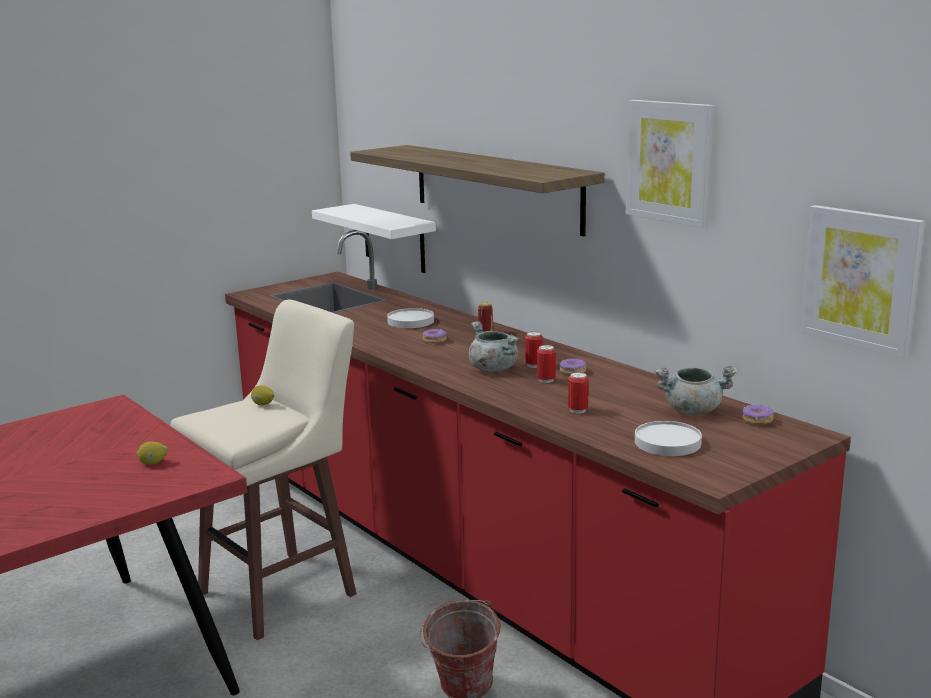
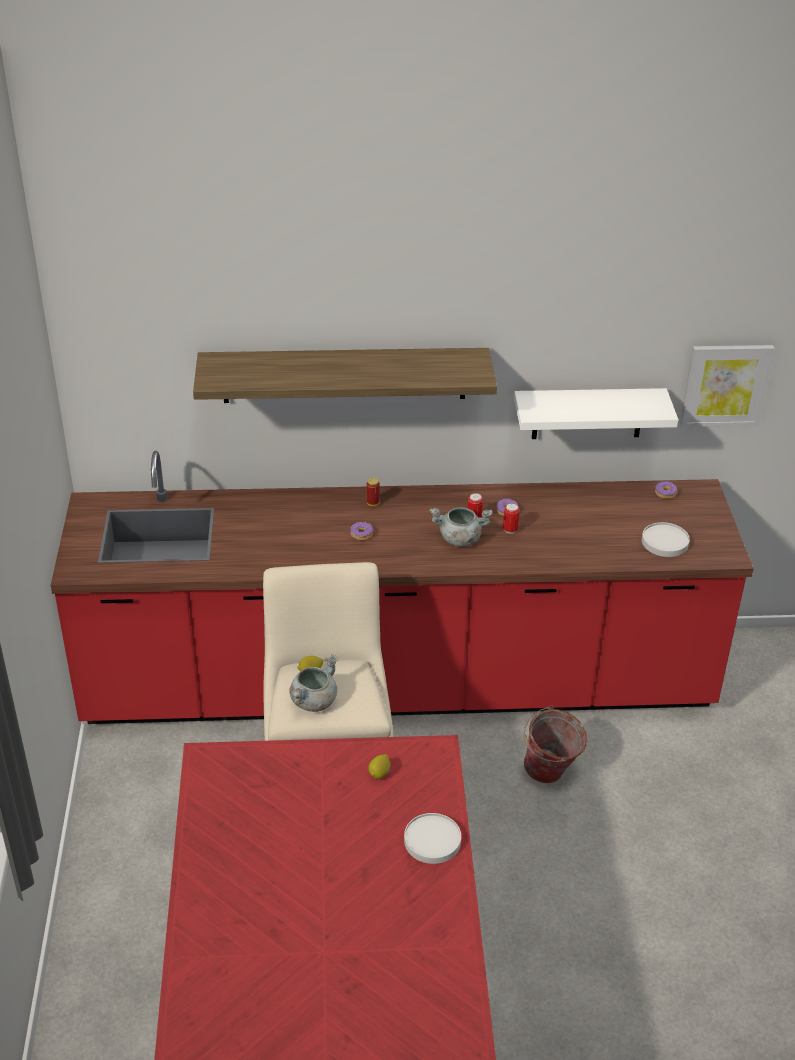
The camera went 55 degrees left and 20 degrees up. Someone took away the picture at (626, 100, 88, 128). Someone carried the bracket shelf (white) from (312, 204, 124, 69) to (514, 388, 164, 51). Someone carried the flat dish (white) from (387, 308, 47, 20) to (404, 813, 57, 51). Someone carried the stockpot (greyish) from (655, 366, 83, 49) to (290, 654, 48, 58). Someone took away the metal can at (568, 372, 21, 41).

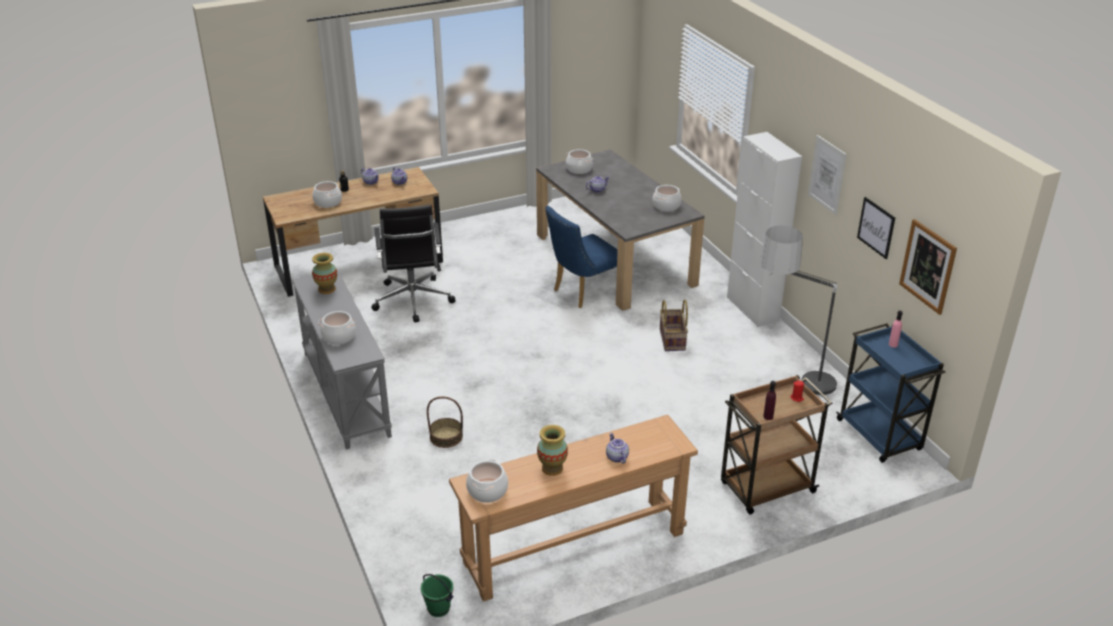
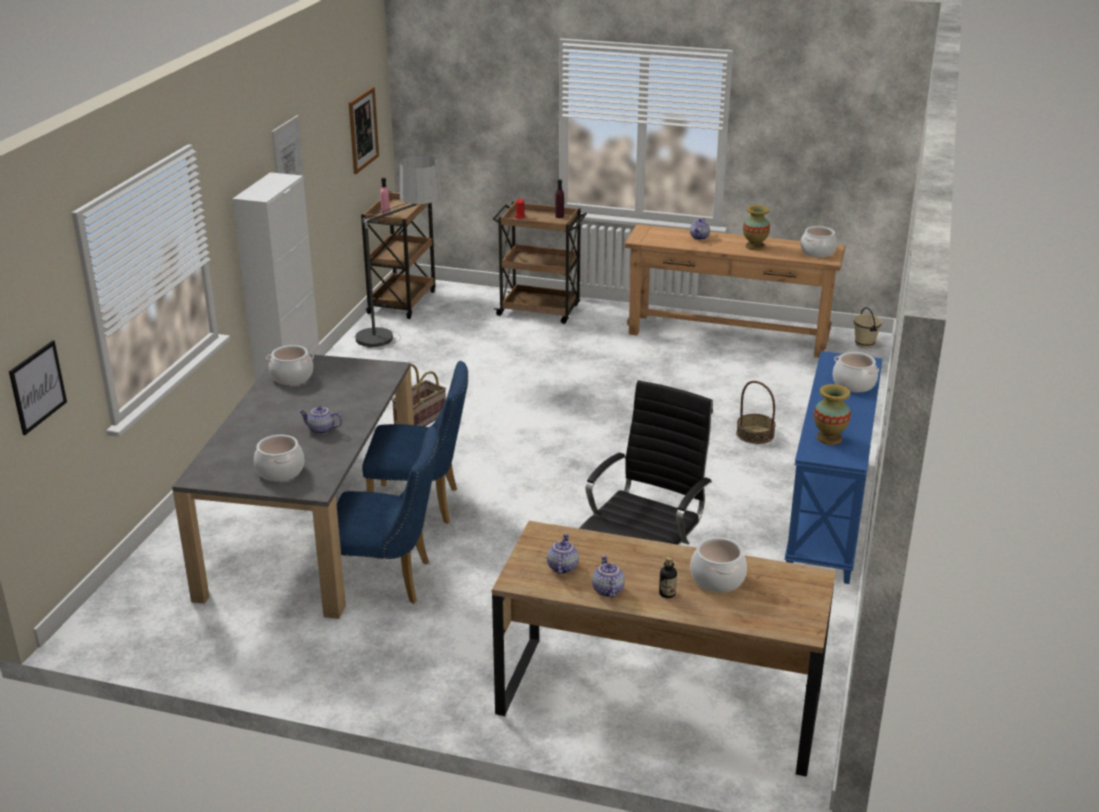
The camera went 140 degrees left and 5 degrees down. Someone carried the picture from (857, 197, 38, 62) to (9, 340, 58, 95). Someone repainted the hall table (greyish) at (292, 270, 100, 180), which became the hall table (blue-coloured) at (784, 351, 99, 233). Someone repainted the cart (blue-coloured) at (836, 323, 110, 140), which became the cart (brownish) at (361, 191, 75, 128). Someone repainted the bucket (greenish) at (421, 574, 33, 43), which became the bucket (beige-coloured) at (854, 307, 28, 41). Someone put down the upright chair (blue-coloured) at (336, 426, 103, 177).

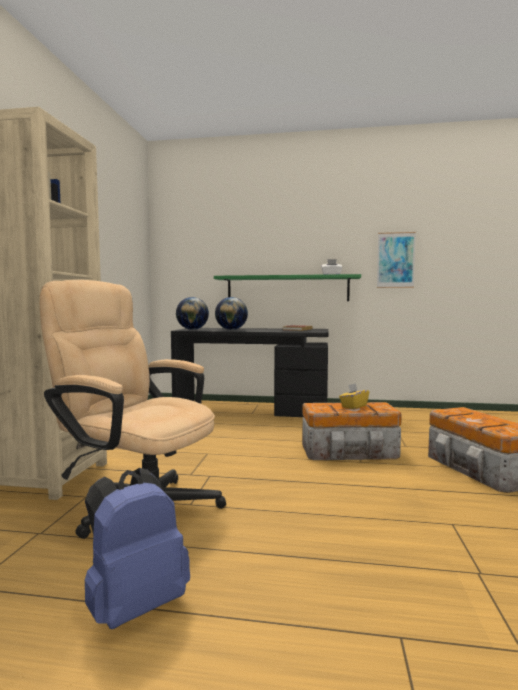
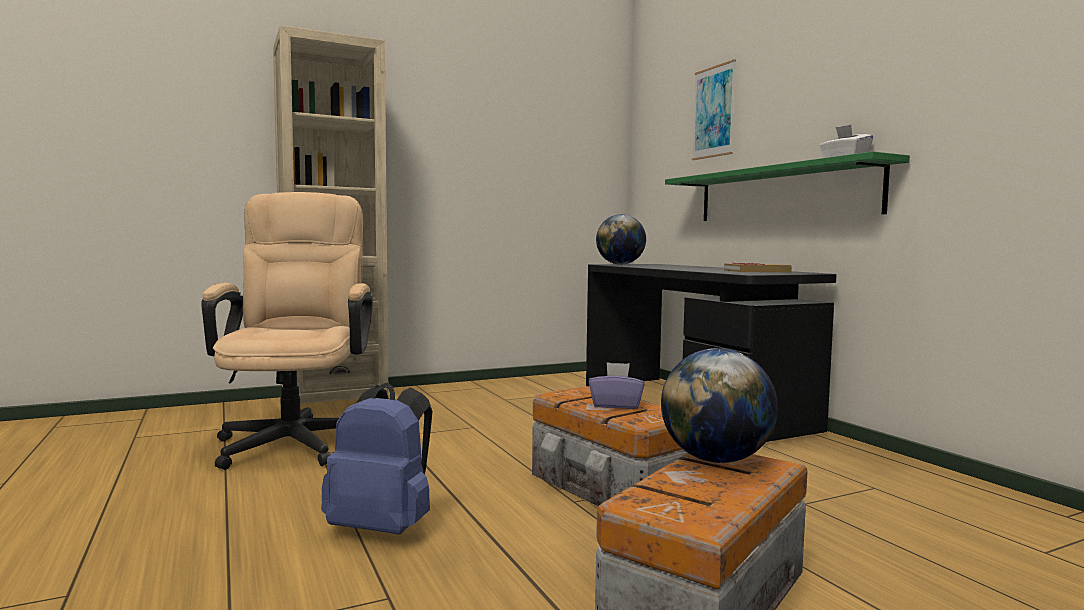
The camera went 55 degrees right and 0 degrees up. Someone carried the picture from (377, 232, 39, 56) to (692, 59, 44, 101). Someone carried the globe from (215, 297, 33, 33) to (661, 348, 117, 115). Someone repainted the tissue holder (yellow-coloured) at (339, 383, 30, 26), which became the tissue holder (purple) at (589, 362, 56, 47). Someone carried the rucksack (blue-coloured) from (85, 468, 105, 161) to (321, 383, 111, 151).

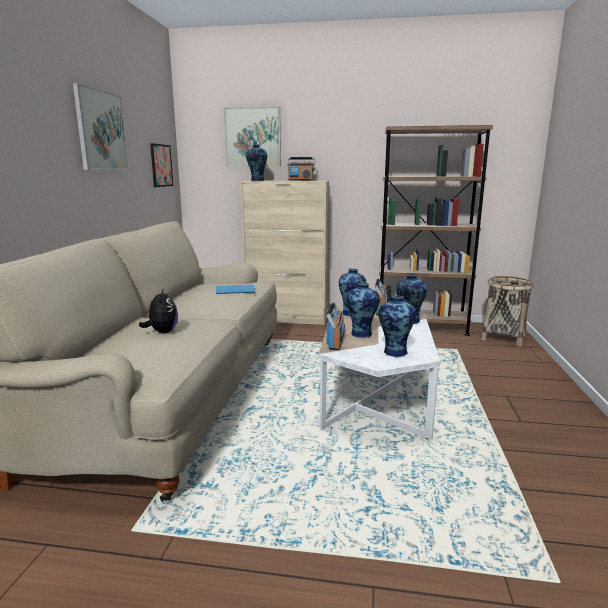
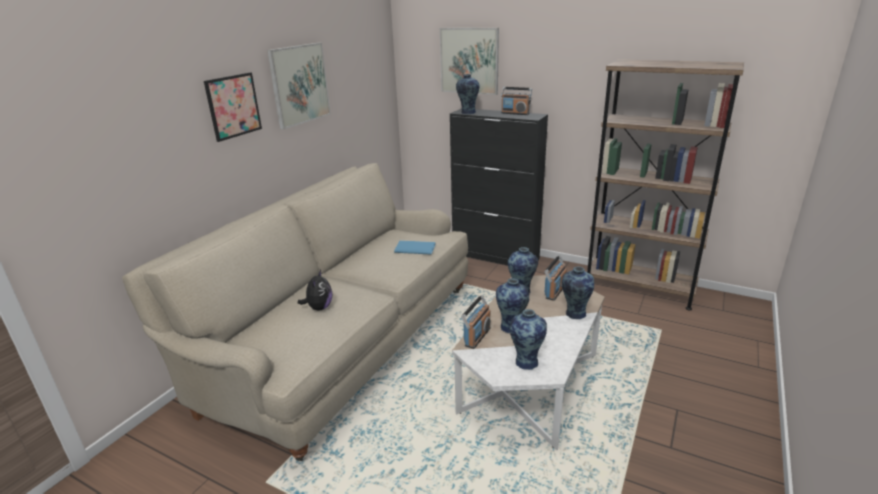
The camera went 20 degrees right and 10 degrees up. Someone carried the picture from (150, 143, 23, 44) to (204, 73, 58, 69). Someone repainted the cabinet (beige-coloured) at (241, 181, 88, 144), which became the cabinet (blackish) at (450, 108, 98, 157). Someone took away the basket at (481, 276, 53, 70).

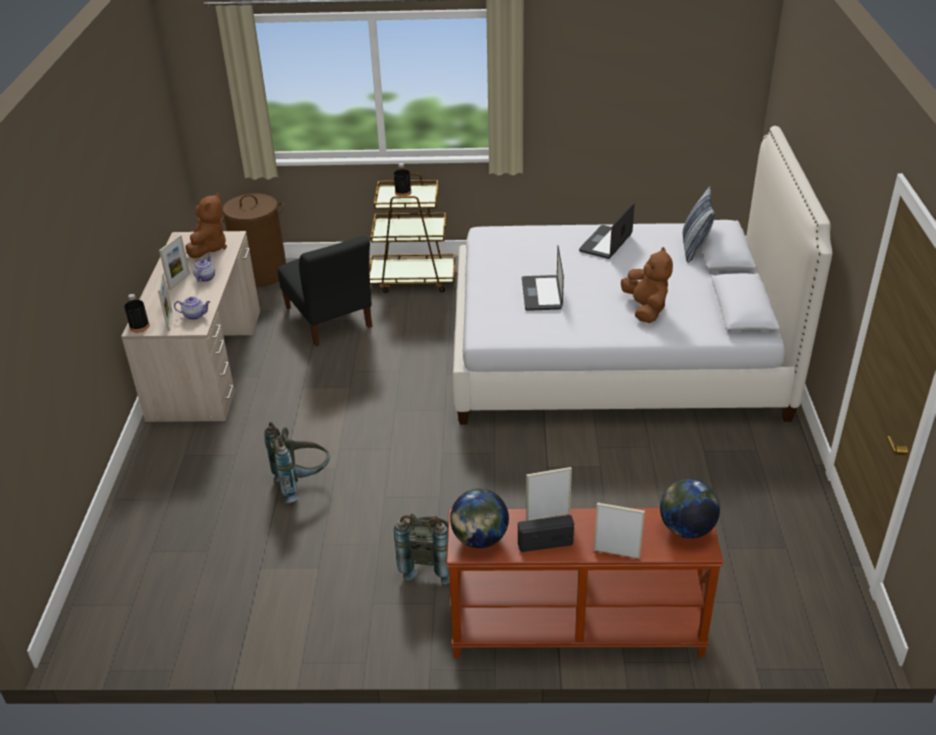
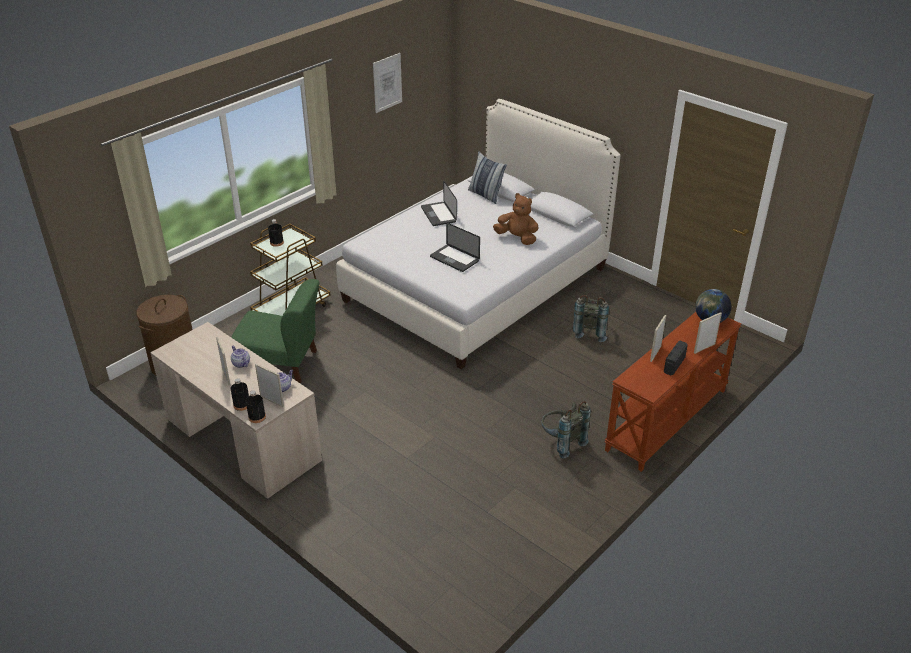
The camera went 50 degrees left and 0 degrees up. Someone took away the plush toy (brownish) at (186, 193, 41, 65). Someone repainted the upright chair (blackish) at (278, 236, 95, 110), which became the upright chair (greenish) at (231, 279, 88, 104). Someone carried the rucksack (greyish) from (264, 422, 66, 81) to (573, 295, 36, 47). Someone took away the globe at (450, 489, 59, 59). Someone put up the picture at (373, 53, 29, 60). Someone put down the drink bottle (blackish) at (230, 378, 19, 33).

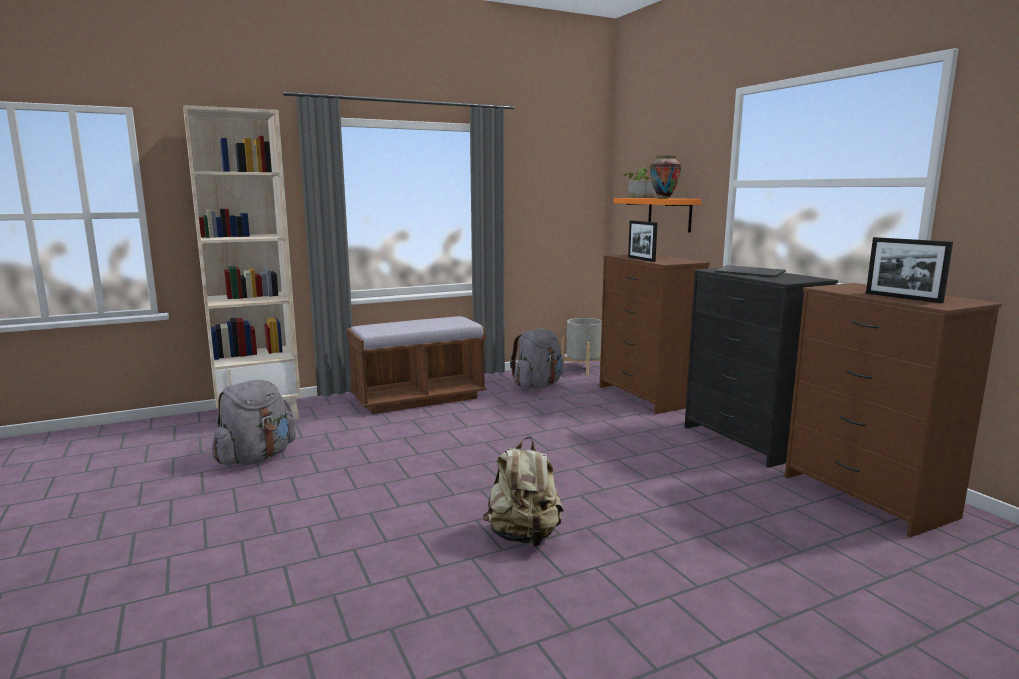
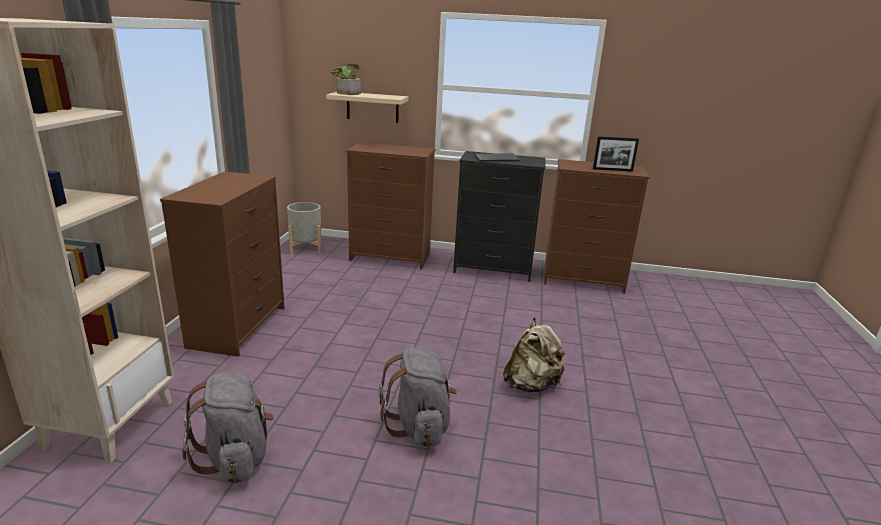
The camera went 55 degrees left and 10 degrees up. Someone took away the flower vase at (650, 155, 31, 43). Someone repainted the bracket shelf (orange) at (613, 198, 88, 34), which became the bracket shelf (beige-coloured) at (326, 92, 82, 31). Someone took away the photo frame at (628, 221, 30, 41). Someone swapped the bench (brownish) at (346, 316, 141, 98) for the dresser (brownish) at (160, 171, 125, 186). Someone carried the rucksack (greyish) from (510, 329, 54, 60) to (379, 347, 78, 100).

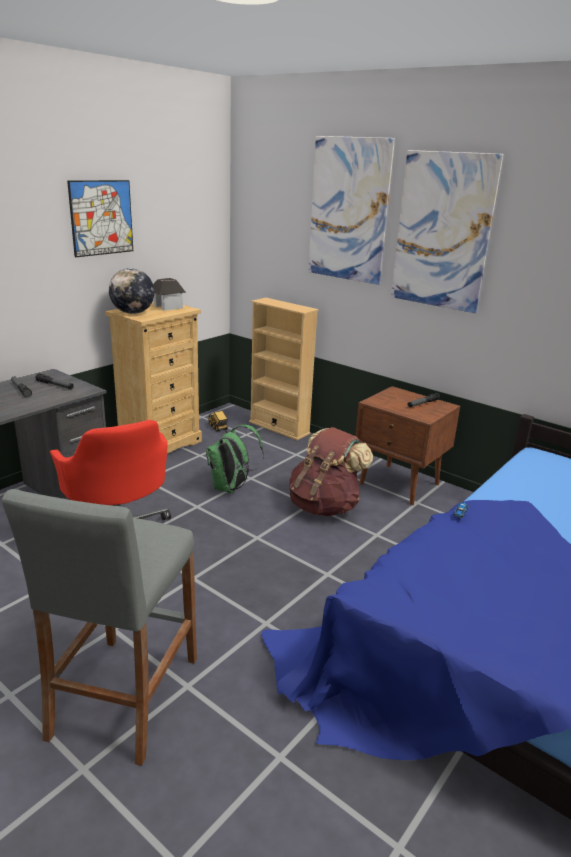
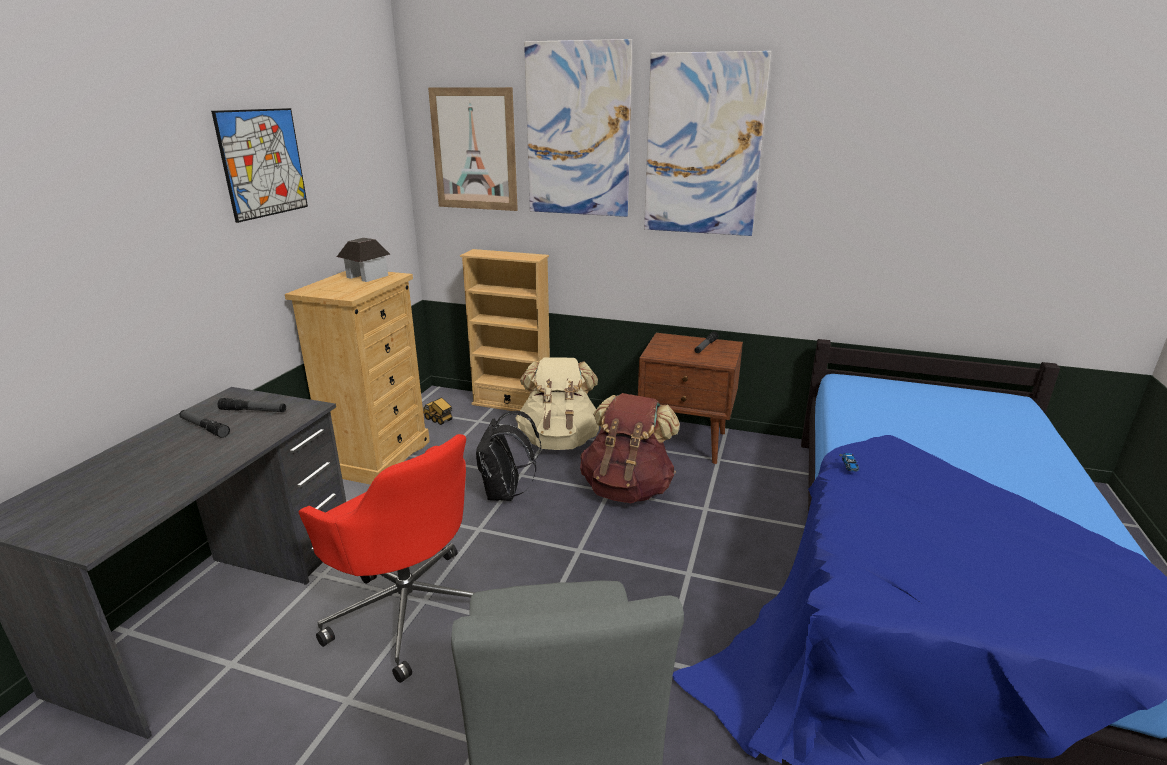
The camera went 20 degrees left and 0 degrees up. Someone took away the globe at (109, 268, 45, 46). Someone repainted the rucksack (greenish) at (206, 425, 58, 68), which became the rucksack (blackish) at (476, 411, 65, 90). Someone put up the picture at (428, 87, 90, 124). Someone put down the rucksack (beige-coloured) at (516, 357, 83, 93).

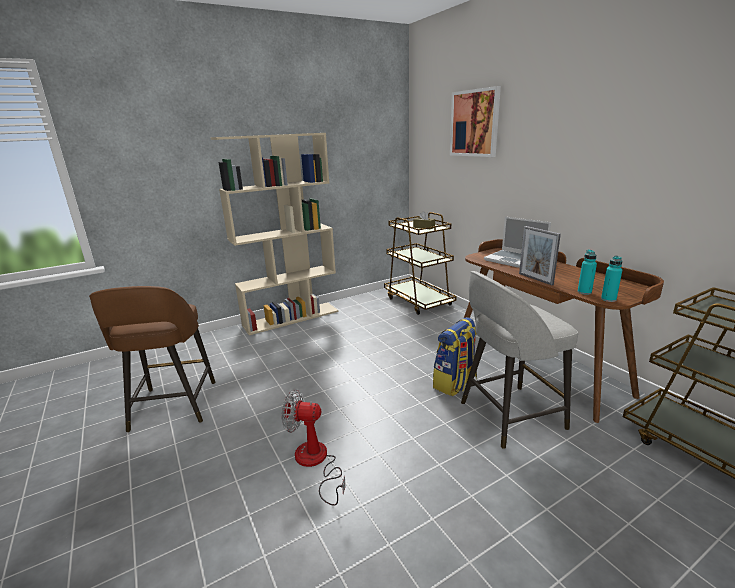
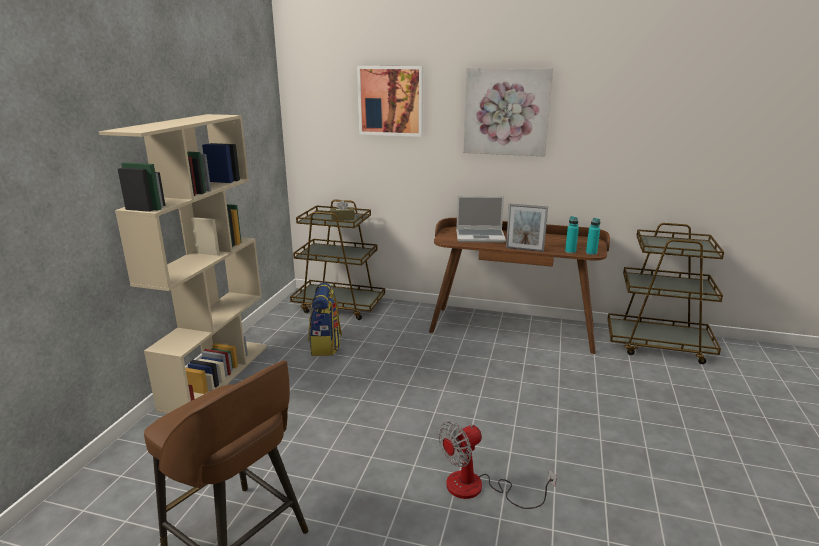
The camera went 45 degrees left and 0 degrees up. Someone took away the stool (greyish) at (461, 271, 117, 178). Someone carried the rucksack from (433, 317, 44, 79) to (308, 283, 34, 73). Someone put up the picture at (463, 68, 90, 89).

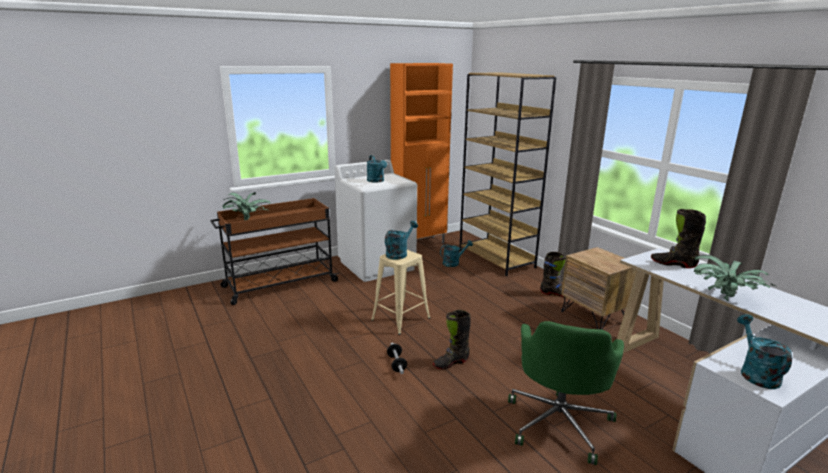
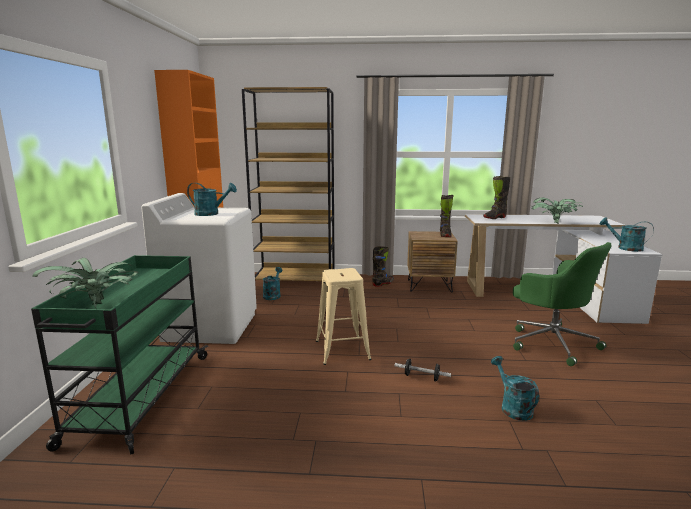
The camera went 55 degrees left and 5 degrees down. Someone repainted the cart (brownish) at (210, 198, 129, 107), which became the cart (greenish) at (31, 255, 177, 200). Someone carried the watering pot (turquoise) from (385, 221, 33, 39) to (491, 356, 48, 65). Someone carried the tall boot (blackish) from (433, 310, 38, 59) to (440, 195, 14, 42).

